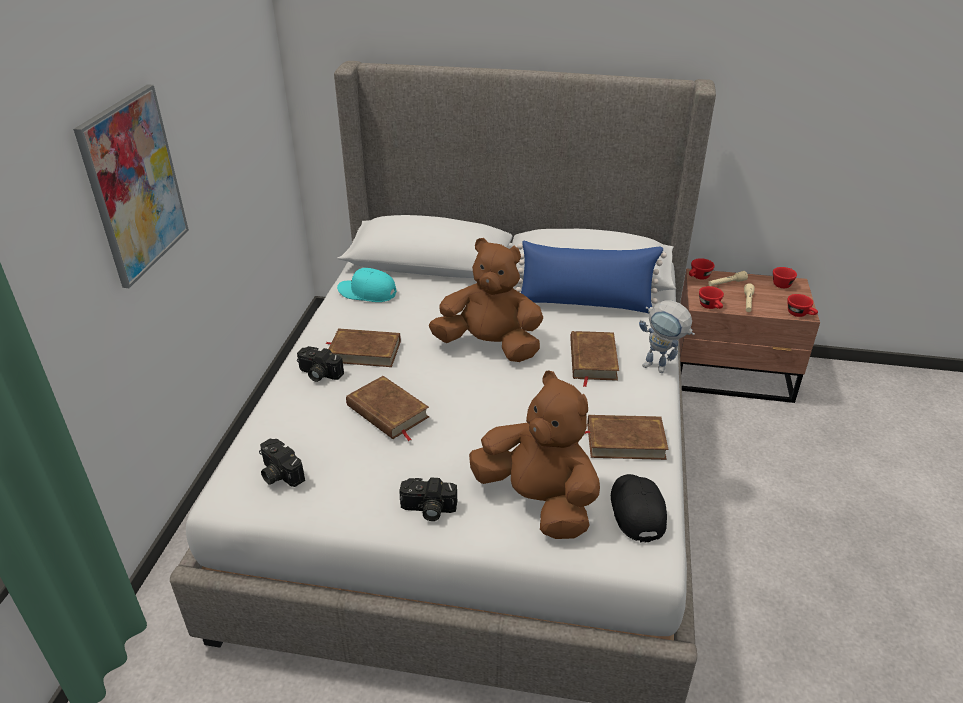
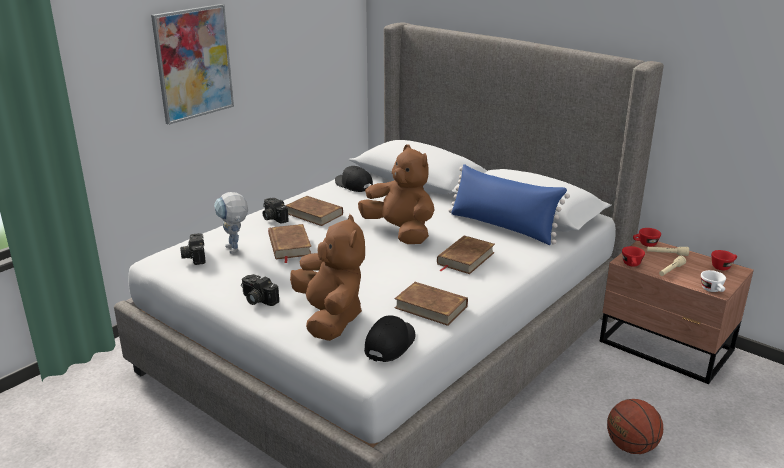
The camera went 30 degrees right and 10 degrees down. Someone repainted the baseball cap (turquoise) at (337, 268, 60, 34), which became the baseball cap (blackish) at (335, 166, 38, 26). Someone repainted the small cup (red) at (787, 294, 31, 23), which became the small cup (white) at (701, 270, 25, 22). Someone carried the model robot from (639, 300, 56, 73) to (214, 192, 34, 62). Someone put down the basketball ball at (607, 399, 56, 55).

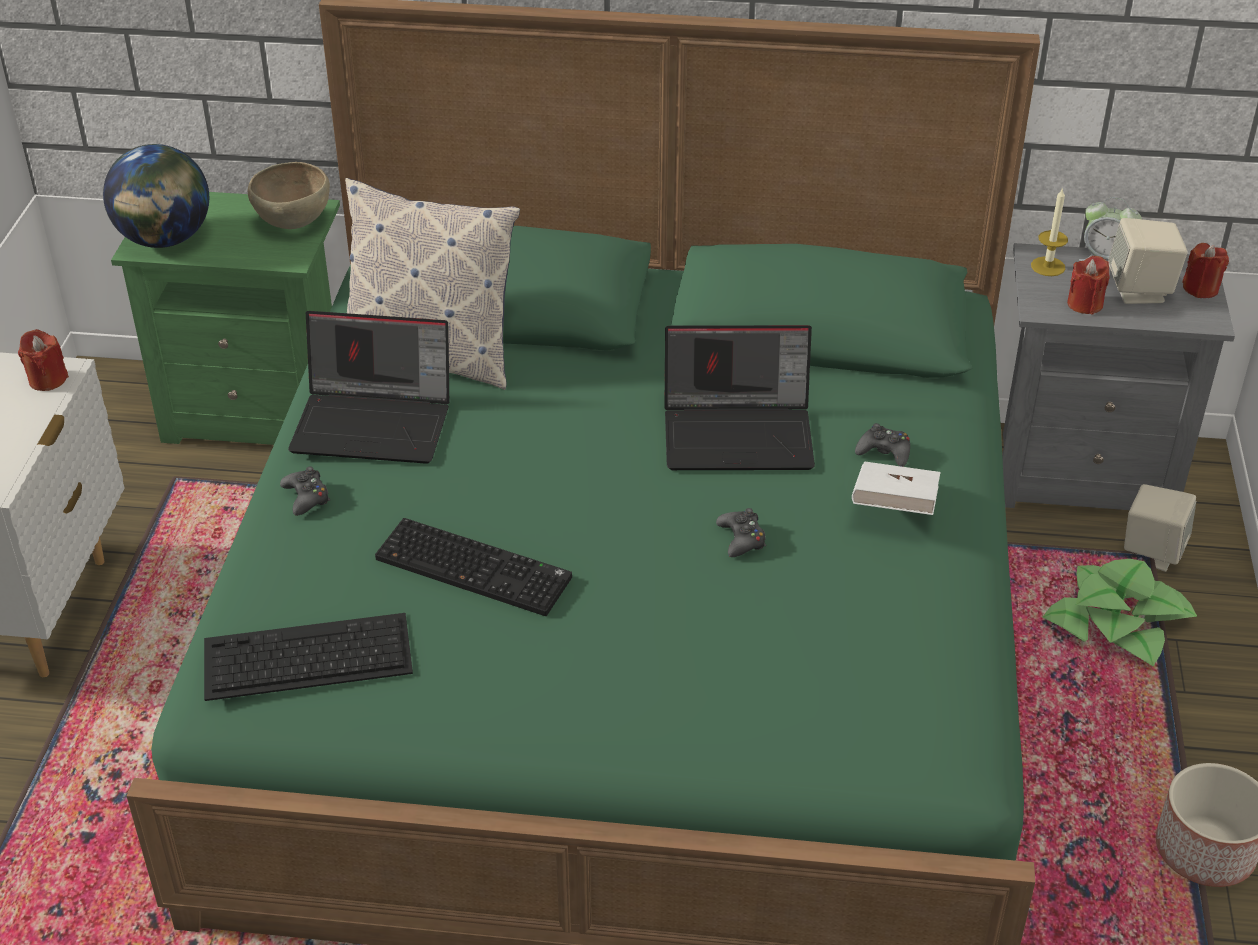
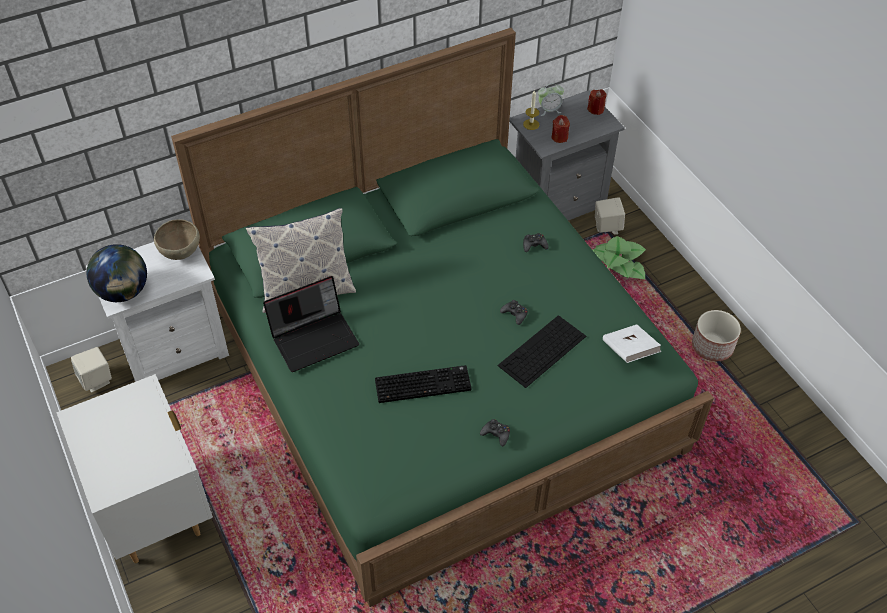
The camera went 35 degrees left and 10 degrees up. Someone repainted the bedside table (greenish) at (111, 192, 229, 253), which became the bedside table (white) at (86, 242, 143, 140). Someone carried the speaker (beige-coloured) from (1108, 218, 80, 86) to (71, 347, 41, 46). Someone took away the notebook computer at (664, 325, 151, 145). Someone took away the wax candle (red) at (18, 329, 51, 62). Someone carried the volume (white) from (852, 462, 89, 53) to (603, 324, 58, 39). Someone carried the joypad (blackish) from (280, 466, 50, 50) to (480, 419, 30, 27). Someone carried the computer keyboard from (204, 613, 209, 88) to (498, 315, 88, 73).

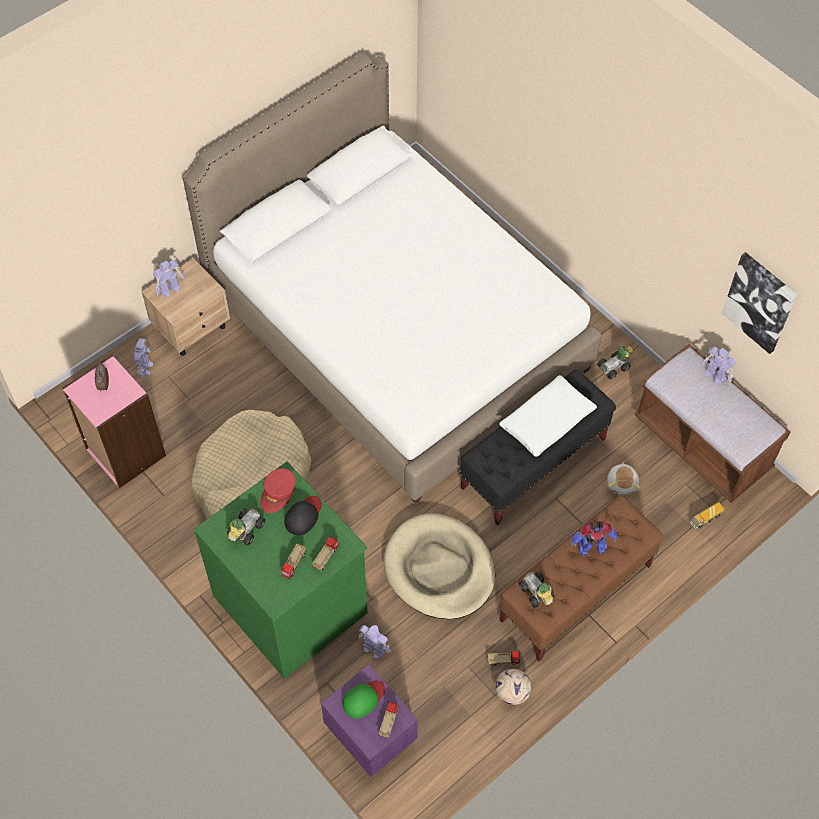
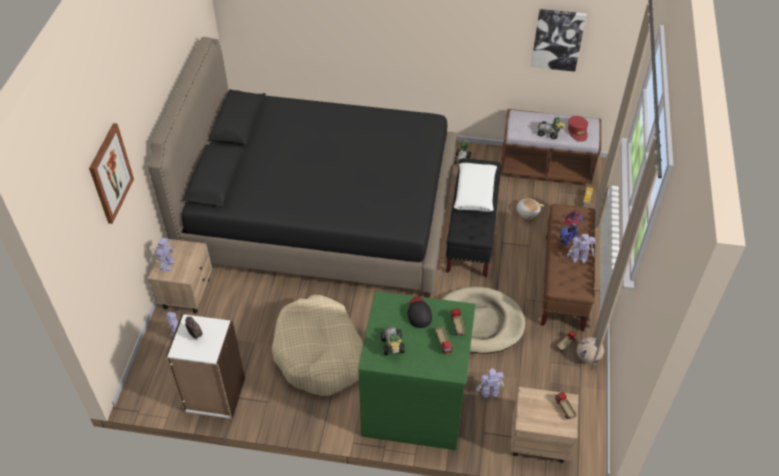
The camera went 40 degrees left and 10 degrees down. Someone repainted the bedroom bed (white) at (183, 53, 419, 451), which became the bedroom bed (blackish) at (148, 37, 308, 261). Someone carried the model robot from (700, 347, 36, 38) to (567, 234, 28, 29). Someone repainted the bookcase (pinkish) at (62, 355, 104, 133), which became the bookcase (white) at (165, 314, 80, 105). Someone carried the baseball cap (red) from (260, 468, 36, 45) to (568, 116, 20, 26). Someone carried the toy car from (519, 571, 36, 37) to (538, 117, 27, 22). Someone repainted the bedside table (purple) at (321, 665, 97, 112), which became the bedside table (beige-coloured) at (511, 387, 67, 76). Someone took away the baseball cap (greenish) at (343, 681, 42, 38). Someone put up the picture at (89, 123, 45, 101).

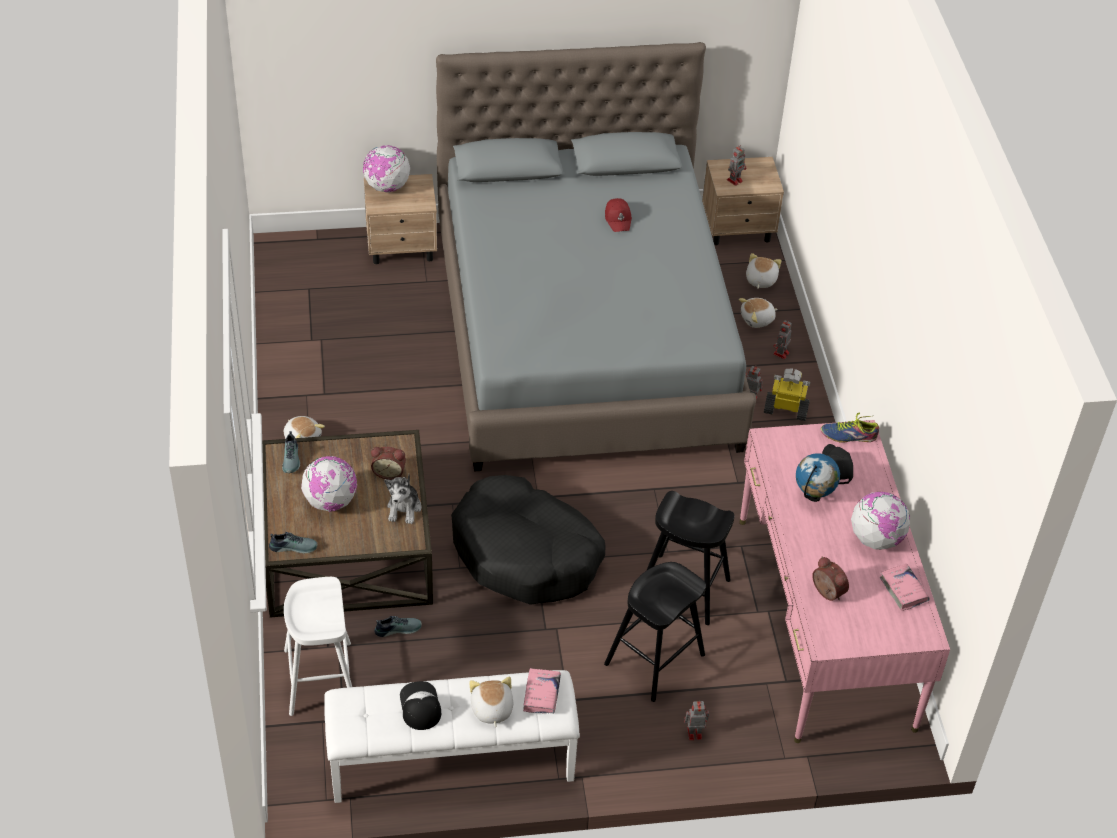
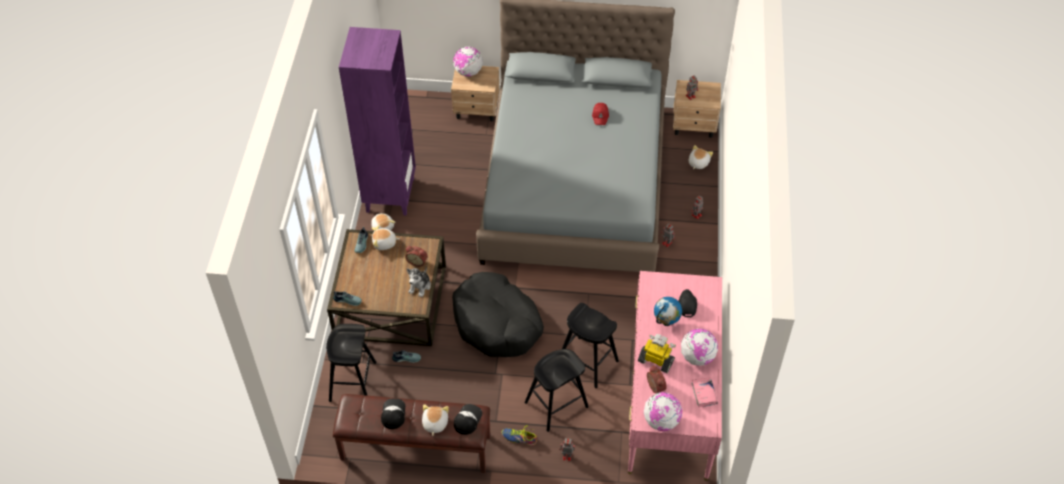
The camera went 15 degrees right and 5 degrees up. Someone carried the plush toy from (739, 298, 39, 30) to (372, 227, 28, 23). Someone carried the model robot from (764, 368, 46, 53) to (638, 334, 38, 39). Someone carried the shoe from (821, 412, 58, 31) to (501, 425, 36, 21). Someone carried the globe from (301, 456, 56, 56) to (644, 392, 38, 39). Someone repainted the stool (white) at (284, 577, 68, 139), which became the stool (blackish) at (326, 324, 51, 78). Someone swapped the volume (pinkish) at (523, 668, 38, 46) for the baseball cap at (454, 404, 28, 31). Someone repainted the bench (white) at (324, 670, 256, 133), which became the bench (brownish) at (333, 394, 157, 79). Someone put down the bookcase (purple) at (339, 27, 77, 189).

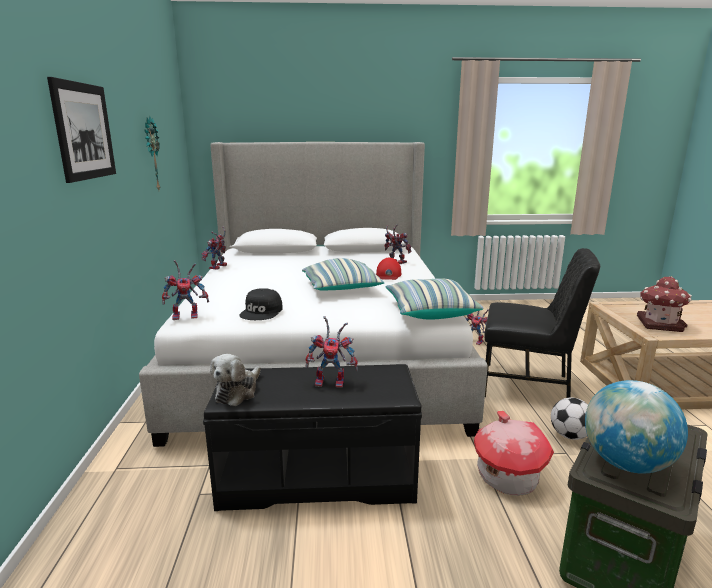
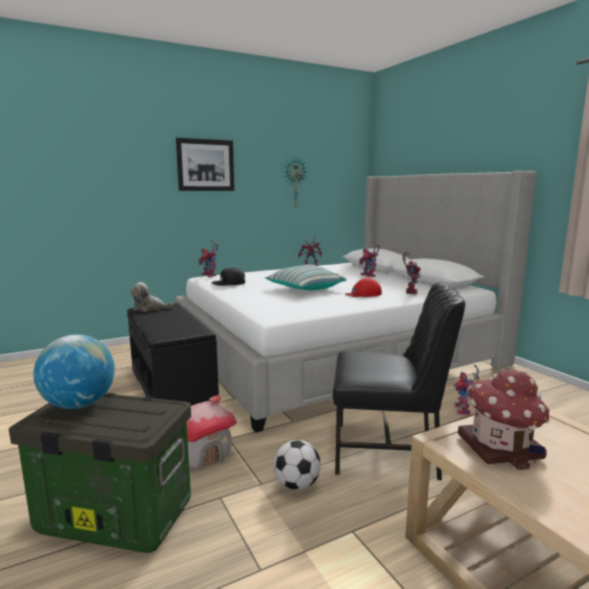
The camera went 65 degrees right and 5 degrees down. Someone rotated the upright chair (blackish) at (484, 248, 116, 150) by 75 degrees counterclockwise. Someone took away the cushion at (385, 278, 99, 42). Someone carried the model robot from (305, 316, 53, 72) to (359, 241, 21, 36).

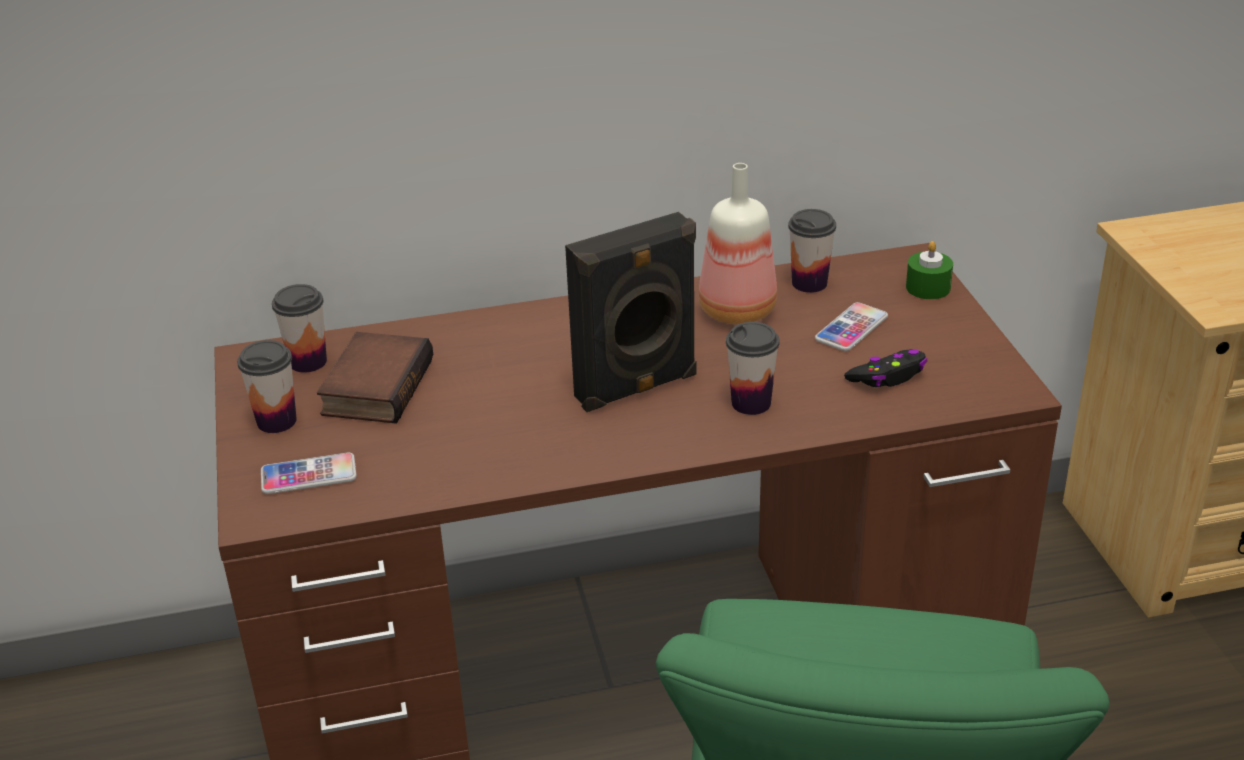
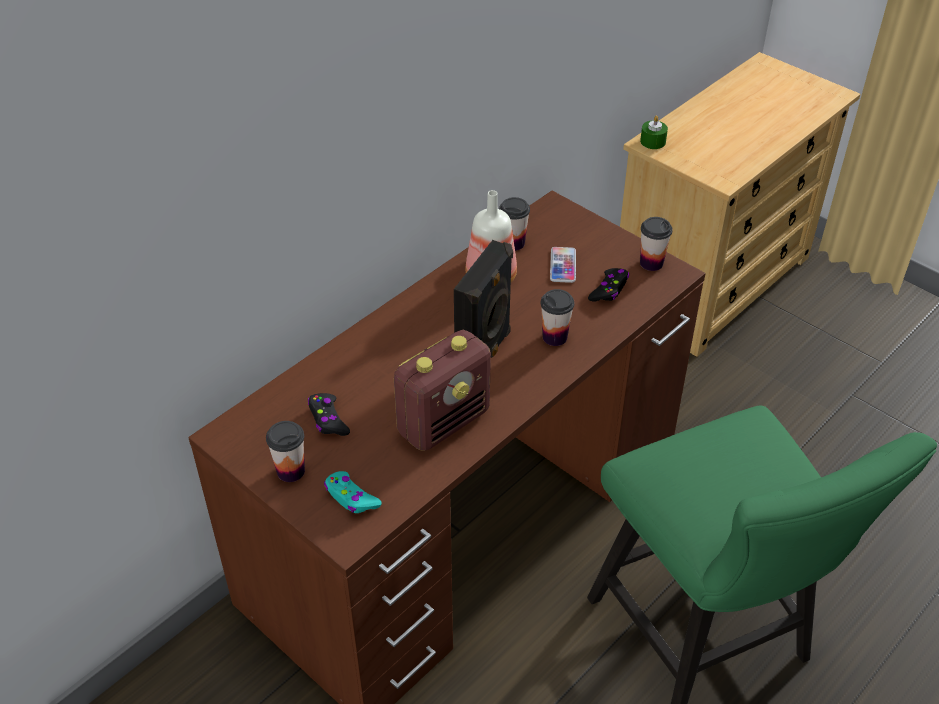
The camera went 35 degrees left and 10 degrees up. Someone carried the wax candle (greenish) from (906, 241, 47, 58) to (640, 116, 28, 33). Someone carried the small cup from (272, 284, 55, 89) to (640, 217, 33, 54). Someone swapped the volume at (317, 332, 116, 92) for the joypad (blackish) at (308, 393, 42, 43). Someone swapped the phone at (261, 452, 96, 42) for the joypad (turquoise) at (324, 471, 58, 42). Someone put down the radio at (394, 330, 97, 121).

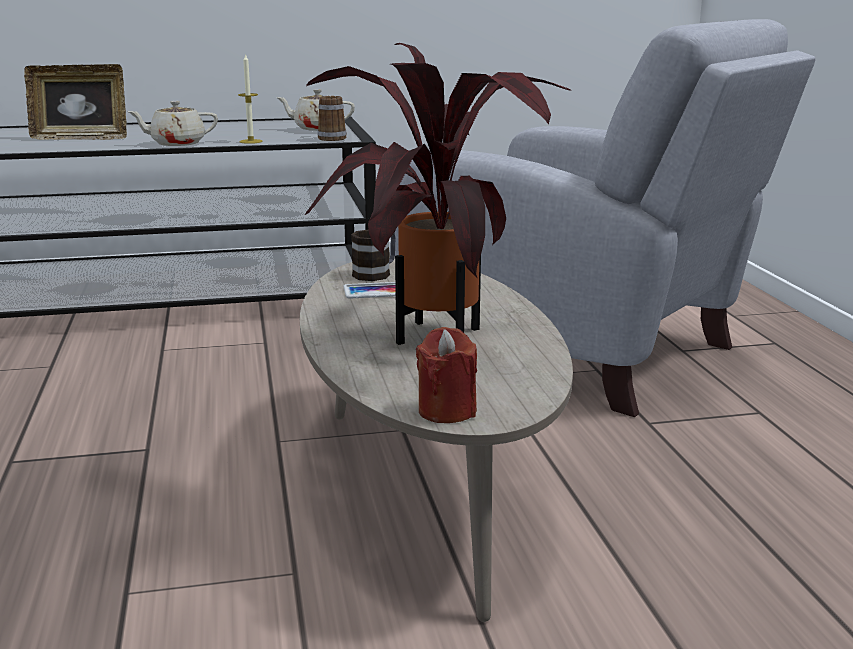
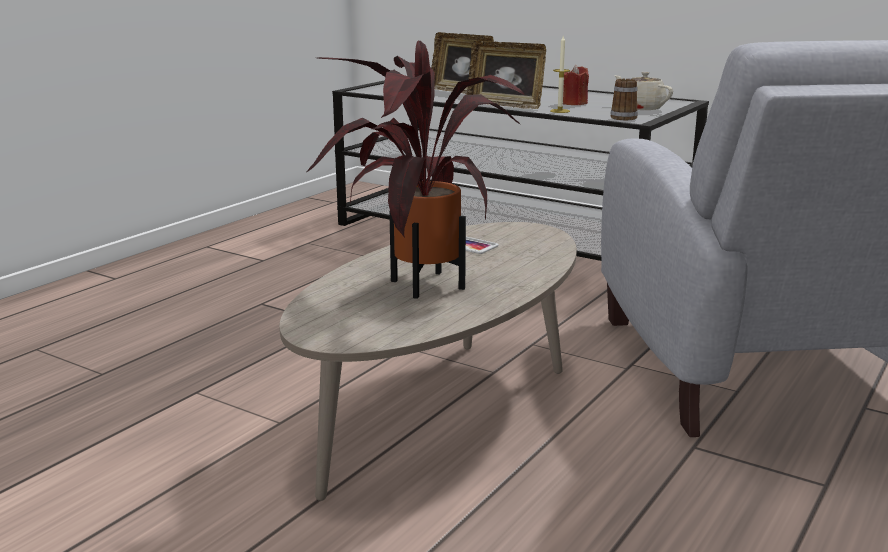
The camera went 45 degrees right and 0 degrees up. Someone swapped the tea pot (beige-coloured) at (127, 101, 91, 45) for the photo frame at (467, 41, 79, 68). Someone took away the tea mug at (351, 229, 45, 52). Someone carried the wax candle (red) from (416, 327, 61, 96) to (563, 65, 26, 40).

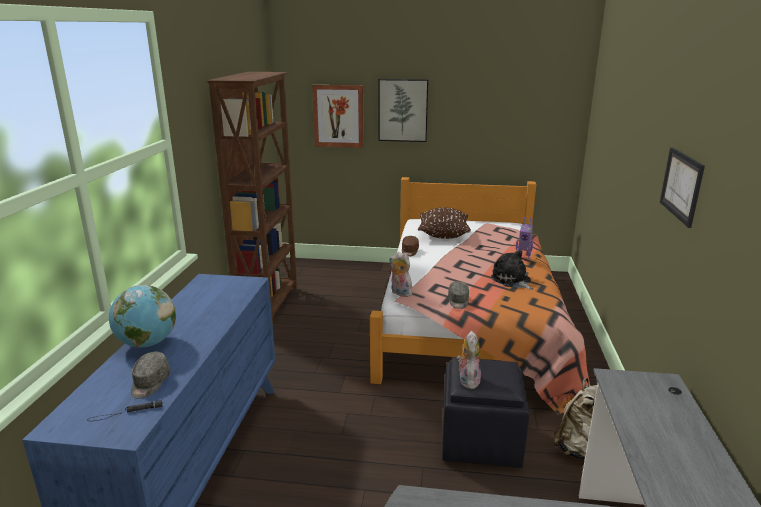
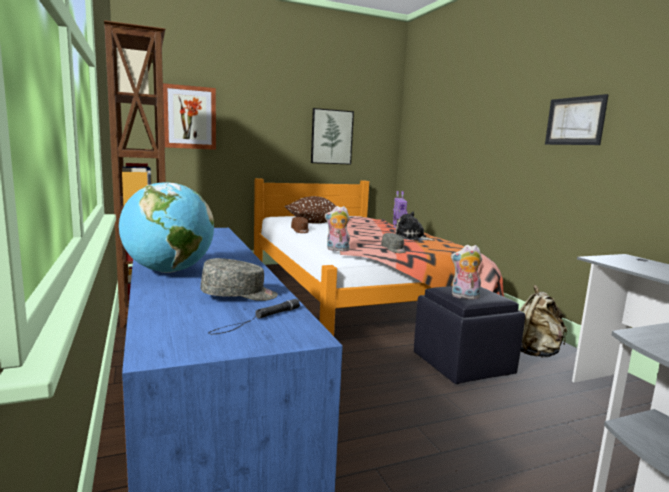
The camera went 30 degrees left and 10 degrees down. Someone carried the picture from (378, 79, 51, 63) to (311, 108, 43, 57). Someone rotated the plush toy at (457, 331, 24, 59) by 60 degrees counterclockwise. Someone rotated the baseball cap (greyish) at (131, 352, 39, 47) by 75 degrees counterclockwise.

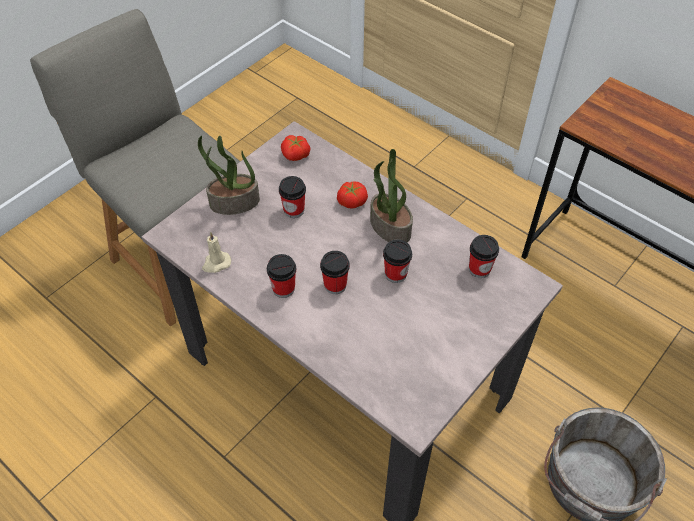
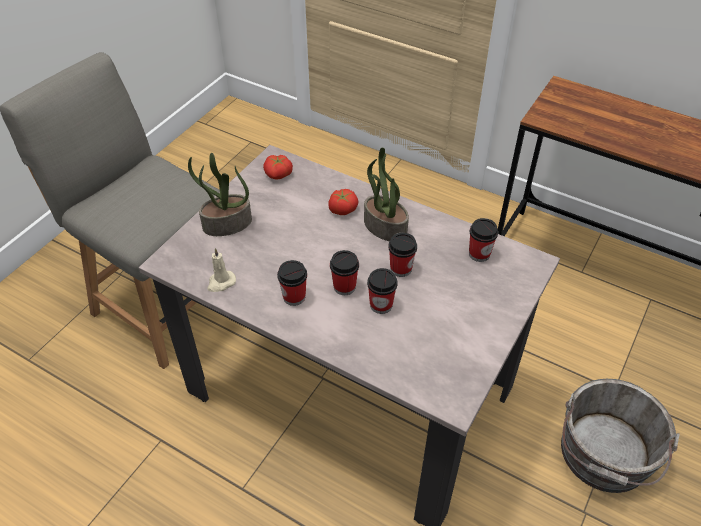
The camera went 10 degrees left and 5 degrees down. Someone carried the small cup from (279, 176, 27, 42) to (367, 268, 30, 46).

